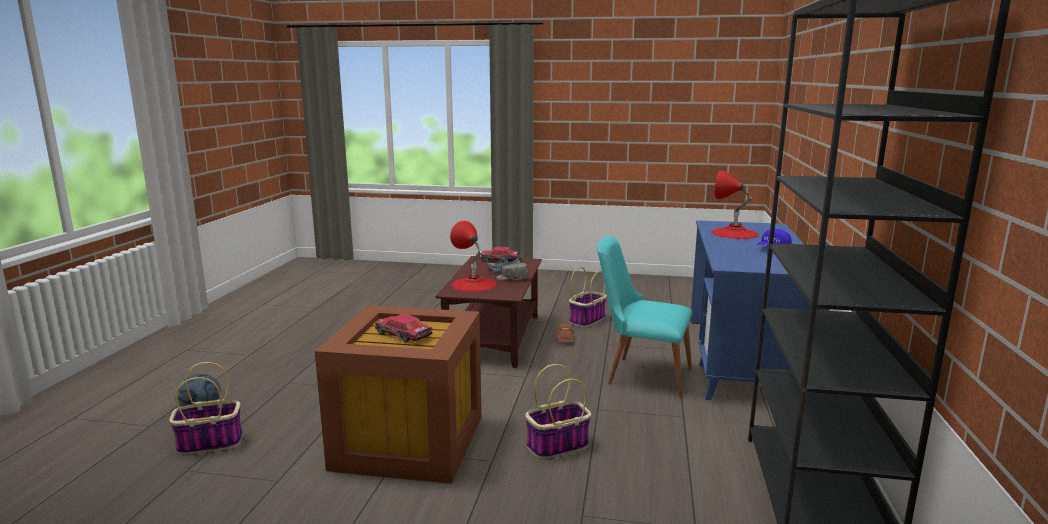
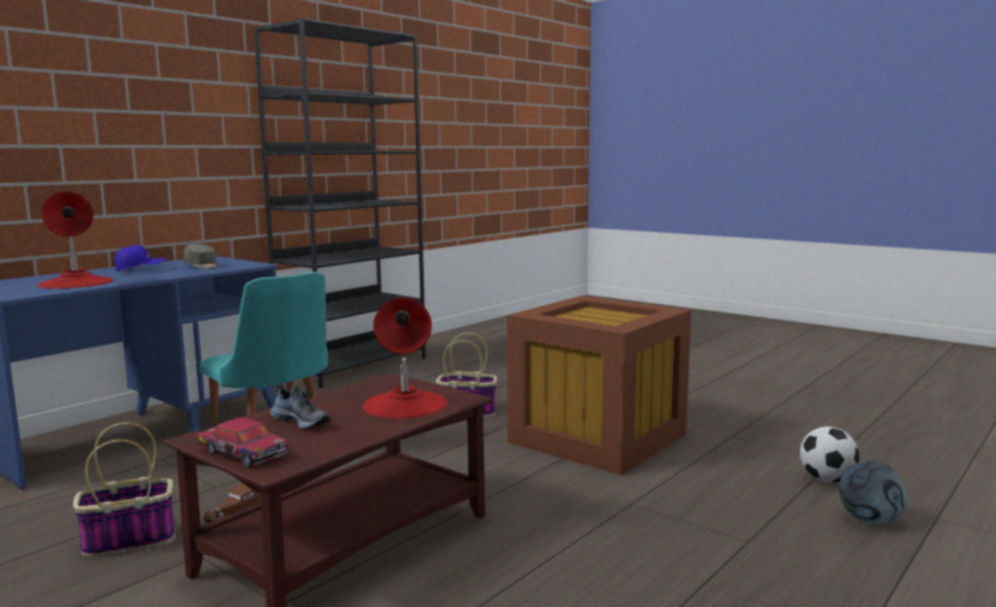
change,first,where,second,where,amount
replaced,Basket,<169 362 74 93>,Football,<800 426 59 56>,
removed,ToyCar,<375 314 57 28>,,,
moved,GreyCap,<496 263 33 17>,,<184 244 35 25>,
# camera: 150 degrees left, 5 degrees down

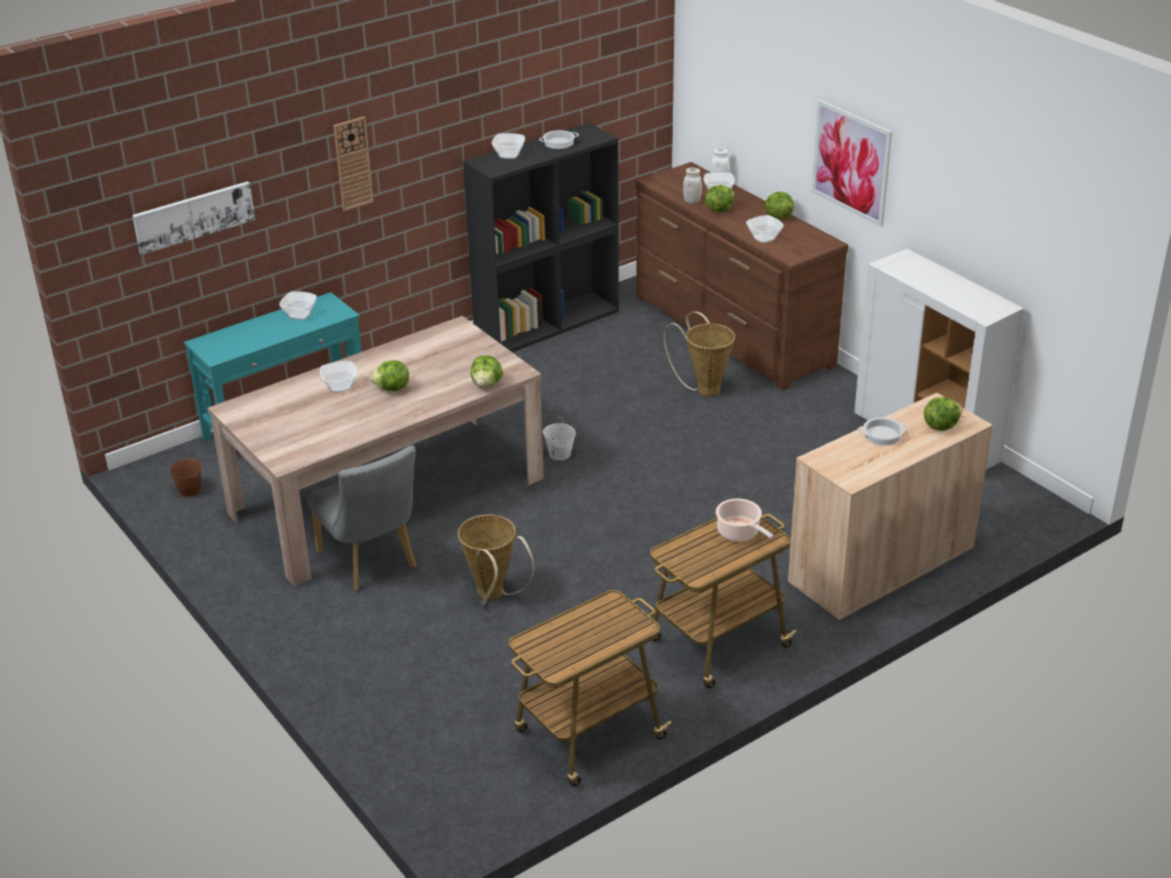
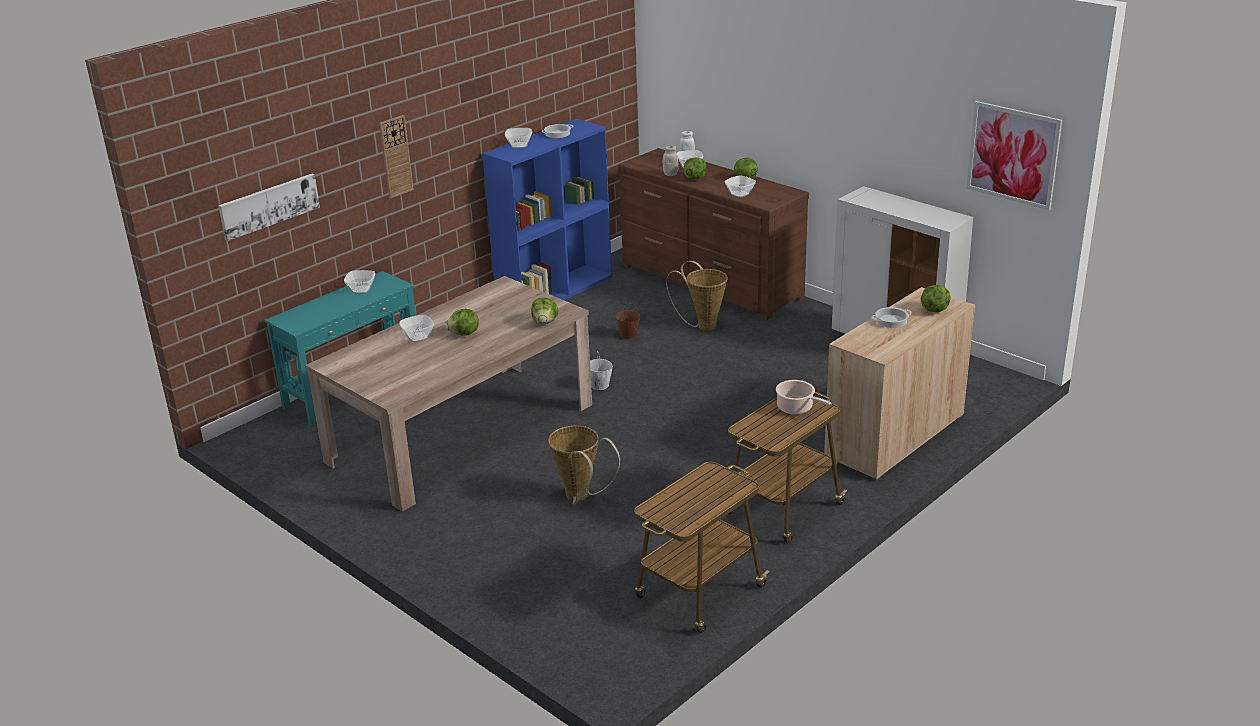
change,first,where,second,where,amount
moved,BrownBucket,<169 452 32 45>,,<615 304 25 35>,
removed,GreyChair,<307 446 110 145>,,,
recoloured,BlackBookcase,<463 123 156 229>,BlueBookcase,<482 119 130 181>,
moved,Picture,<811 100 81 127>,,<967 101 95 109>,
# camera: 10 degrees left, 5 degrees down

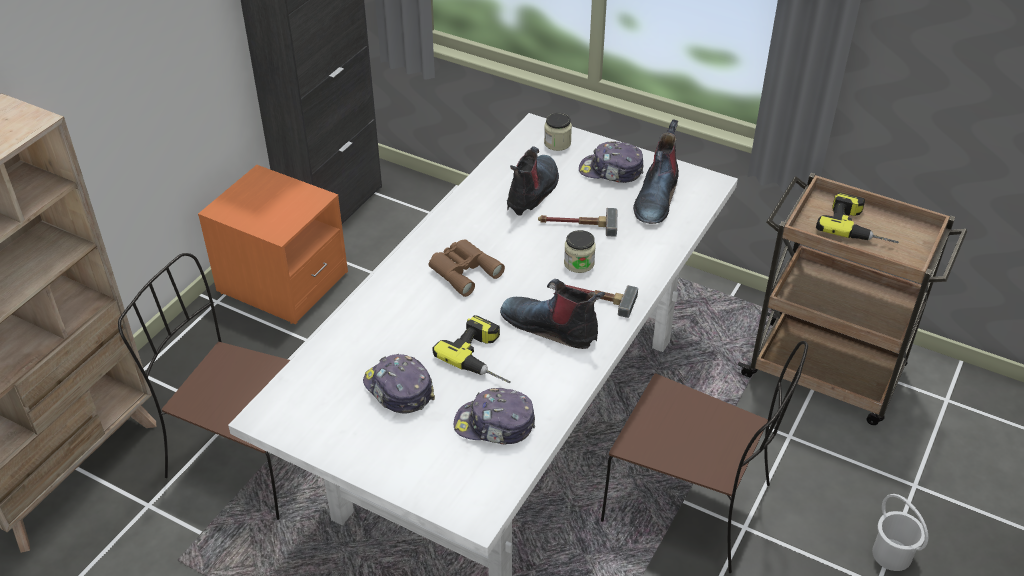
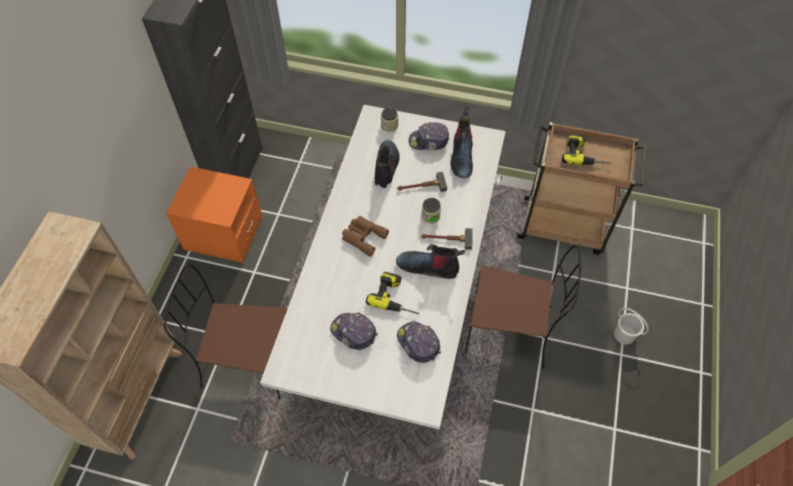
change,first,where,second,where,amount
turned,Cap,<454 388 81 57>,,<397 322 44 41>,60 degrees clockwise
# camera: 15 degrees left, 15 degrees up

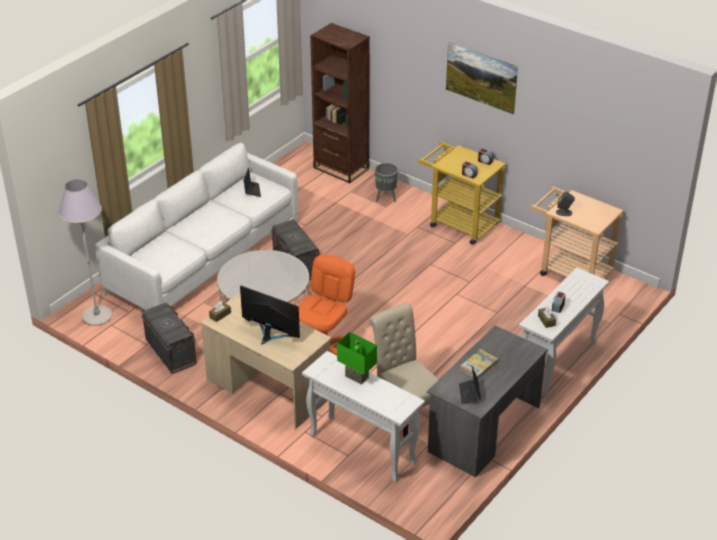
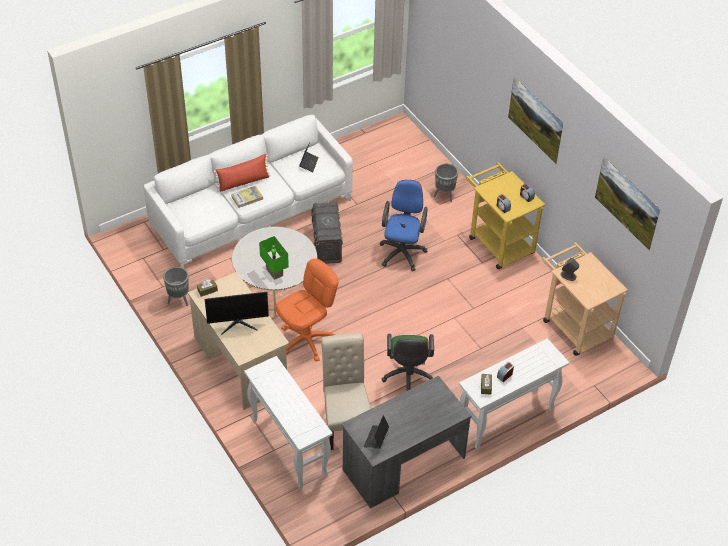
change,first,where,second,where,amount
removed,GreyFloorLamp,<58 179 55 147>,,,
replaced,GreyStorageBox,<141 303 56 71>,GreyPlanter,<163 267 26 39>,
turned,Monitor,<240 285 60 60>,,<205 292 64 43>,120 degrees clockwise
removed,BrownBookcase,<310 23 60 160>,,,
moved,GreenTableLamp,<337 332 40 52>,,<259 236 30 44>,
moved,Book,<460 349 38 30>,,<231 186 32 22>,
added,,,RedPillow,<214 154 57 38>,
added,,,BlueOfficeChair,<379 180 49 91>,
added,,,GreenOfficeChair,<381 334 53 57>,
added,,,Picture,<595 156 65 95>,
# camera: 20 degrees right, 10 degrees up

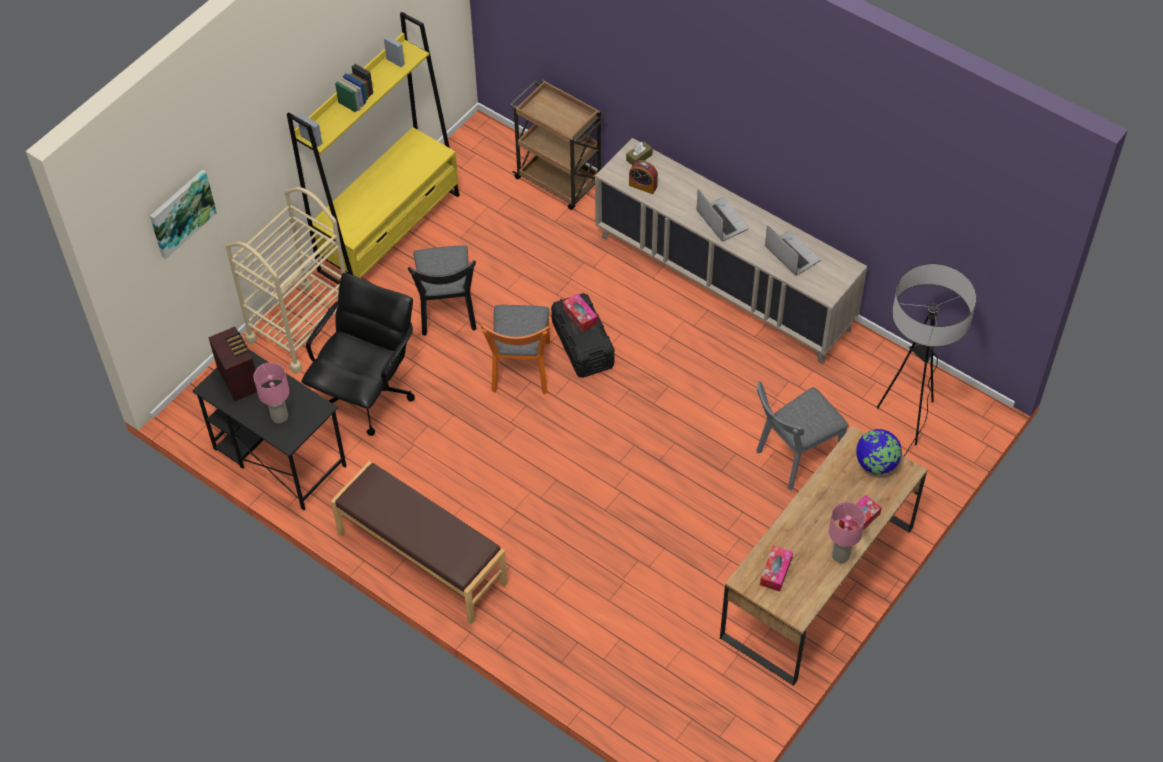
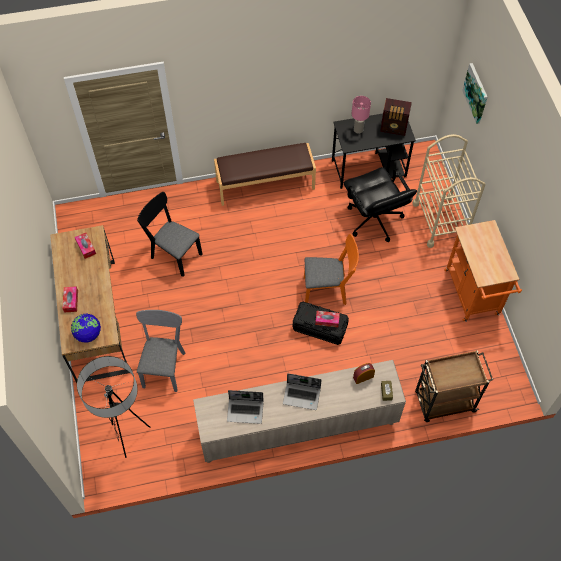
change,first,where,second,where,amount
replaced,YellowBookcase,<287 12 173 272>,OrangeCart,<444 220 78 102>,
moved,BlackChair,<408 245 69 91>,,<137 192 66 85>,
turned,OrangeChair,<480 305 70 89>,,<304 234 55 71>,135 degrees clockwise
removed,PinkTableLamp,<829 502 36 61>,,,
# camera: 130 degrees right, 5 degrees up

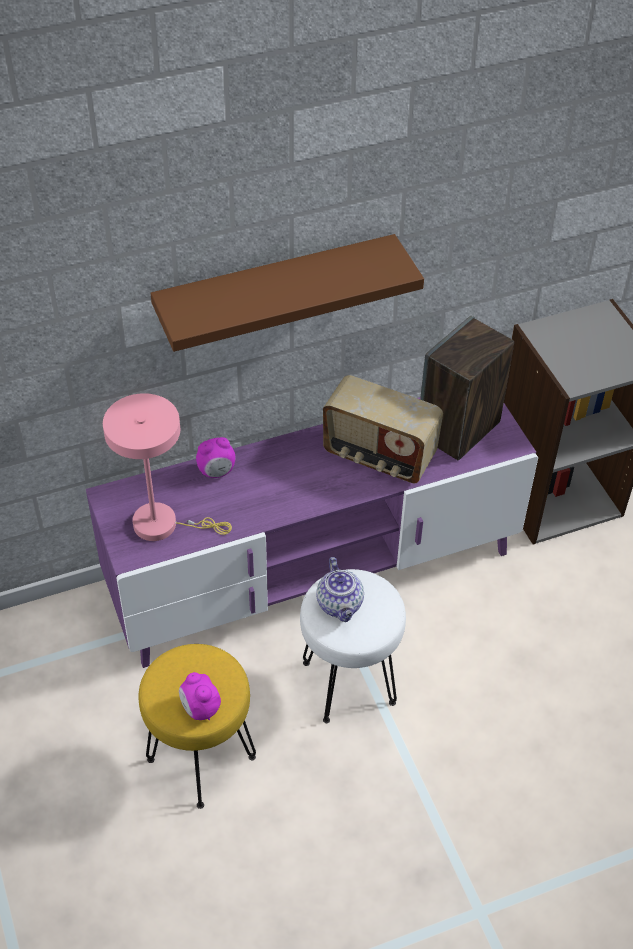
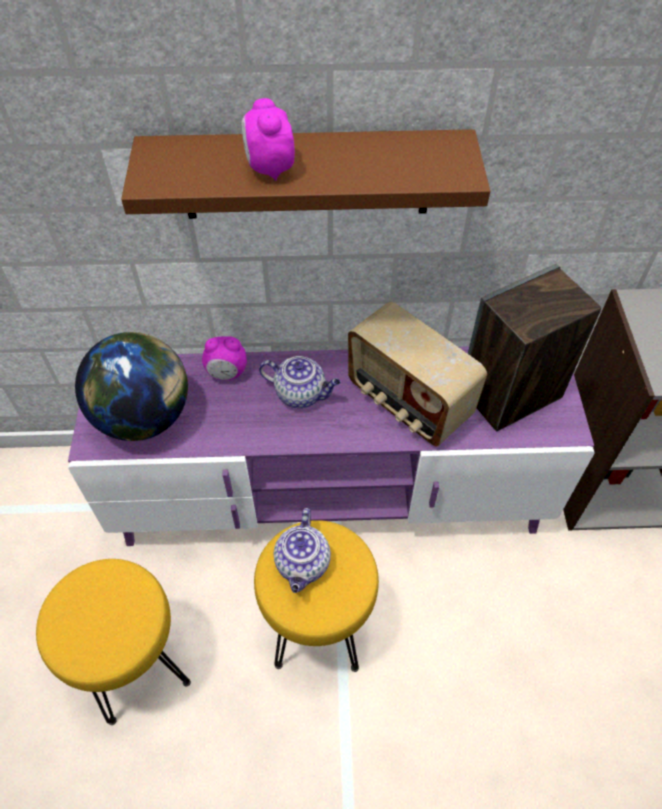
change,first,where,second,where,amount
replaced,PinkTableLamp,<103 393 129 148>,Globe,<75 332 113 109>,
moved,AlarmClock,<179 672 42 48>,,<242 98 53 83>,
recoloured,WhiteStool,<300 569 106 154>,YellowStool,<254 520 125 152>,
added,,,Teapot,<259 356 82 52>,
# camera: 20 degrees right, 5 degrees up

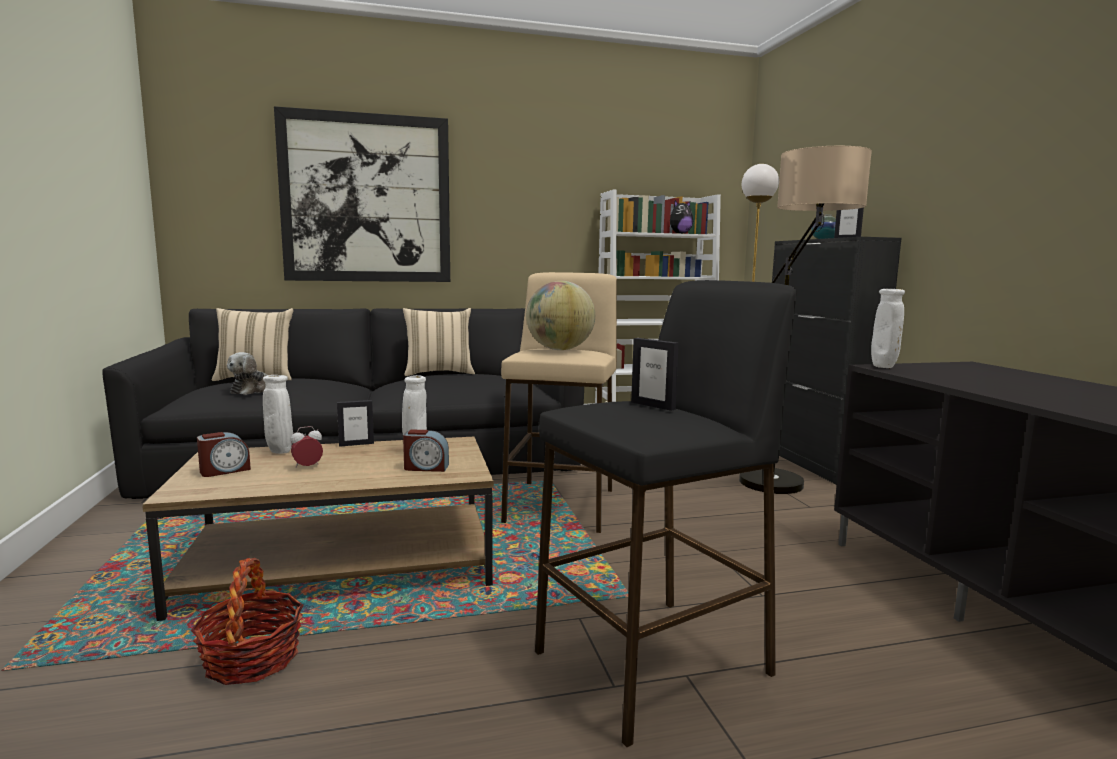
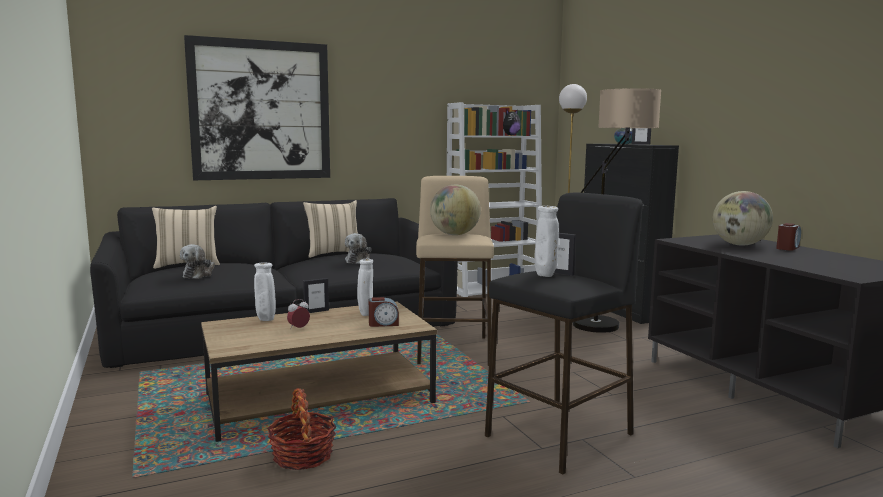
change,first,where,second,where,amount
moved,AlarmClock,<197 432 54 45>,,<776 223 25 28>,
moved,WhiteVase,<871 289 34 79>,,<534 206 25 71>,
added,,,PlushToy,<345 233 26 31>,
added,,,Globe,<713 191 60 55>,
# camera: 10 degrees left, 0 degrees up

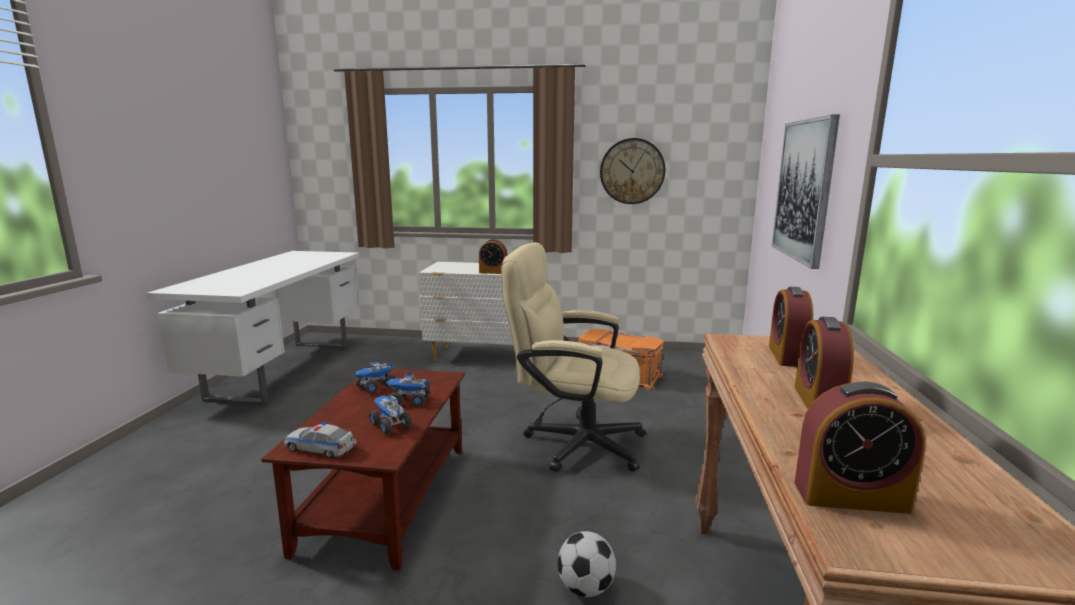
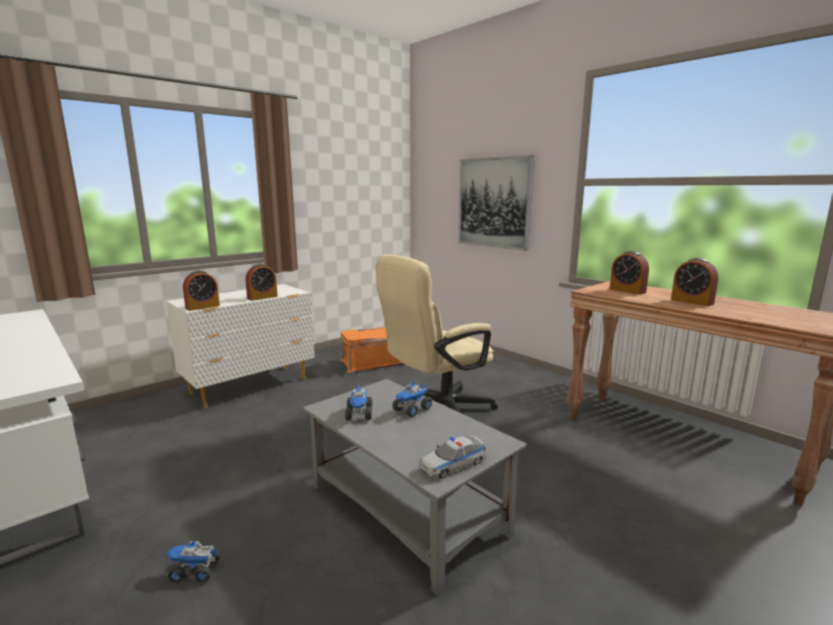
change,first,where,second,where,amount
recoloured,BrownCoffeeTable,<261 369 204 202>,GreyCoffeeTable,<303 379 224 217>,
moved,ToyTruck,<369 394 43 41>,,<166 540 55 43>,
removed,Football,<558 531 58 66>,,,
removed,WallClock,<600 138 65 66>,,,
moved,AlarmClock,<794 382 131 132>,,<183 270 37 41>,
# camera: 50 degrees left, 0 degrees up

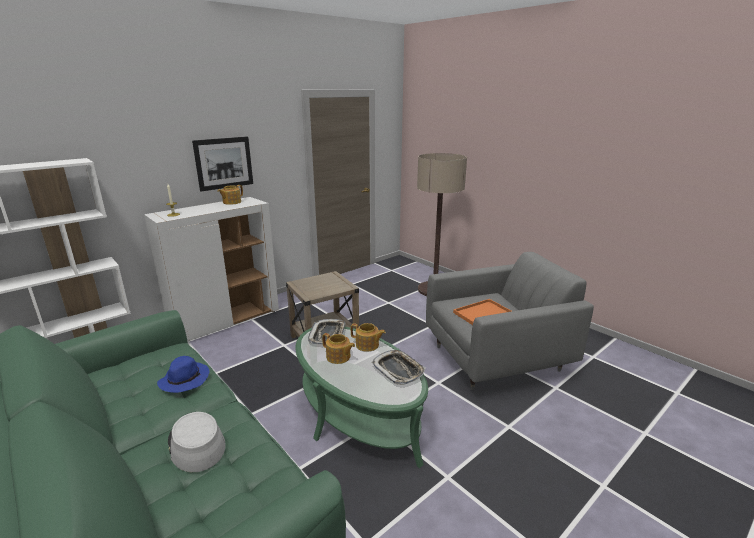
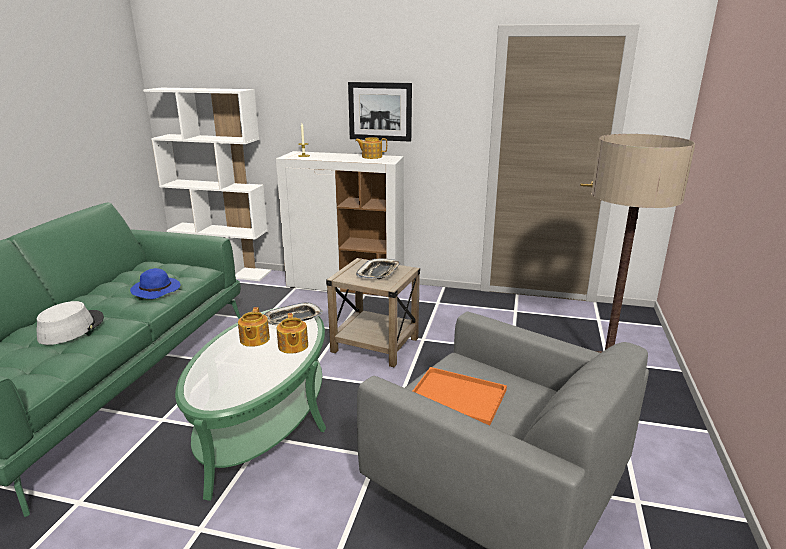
change,first,where,second,where,amount
moved,Tray,<372 350 54 35>,,<356 258 45 21>,
# camera: 55 degrees right, 0 degrees up

